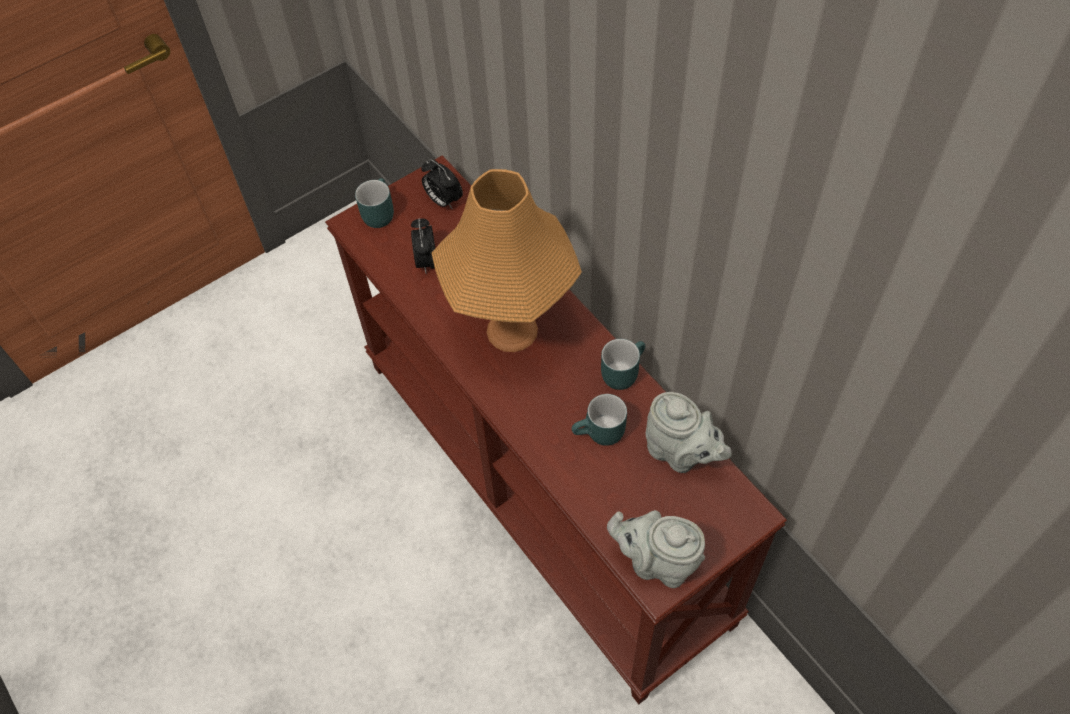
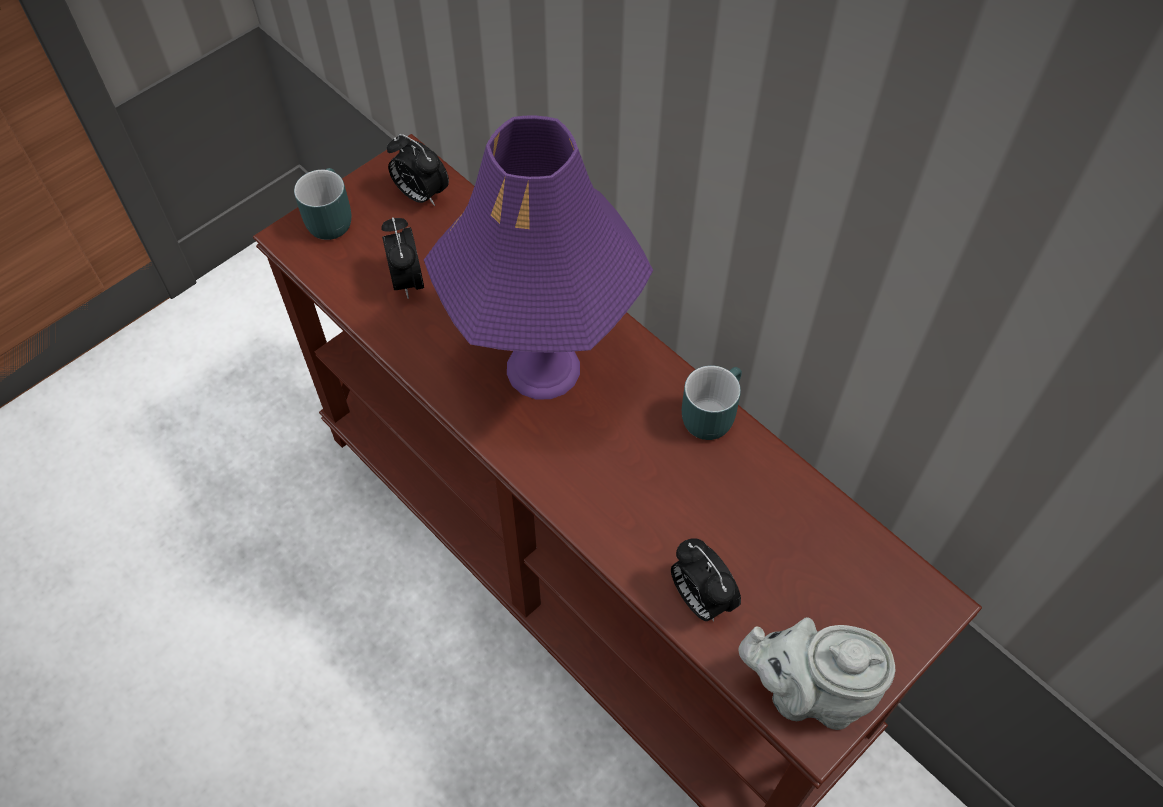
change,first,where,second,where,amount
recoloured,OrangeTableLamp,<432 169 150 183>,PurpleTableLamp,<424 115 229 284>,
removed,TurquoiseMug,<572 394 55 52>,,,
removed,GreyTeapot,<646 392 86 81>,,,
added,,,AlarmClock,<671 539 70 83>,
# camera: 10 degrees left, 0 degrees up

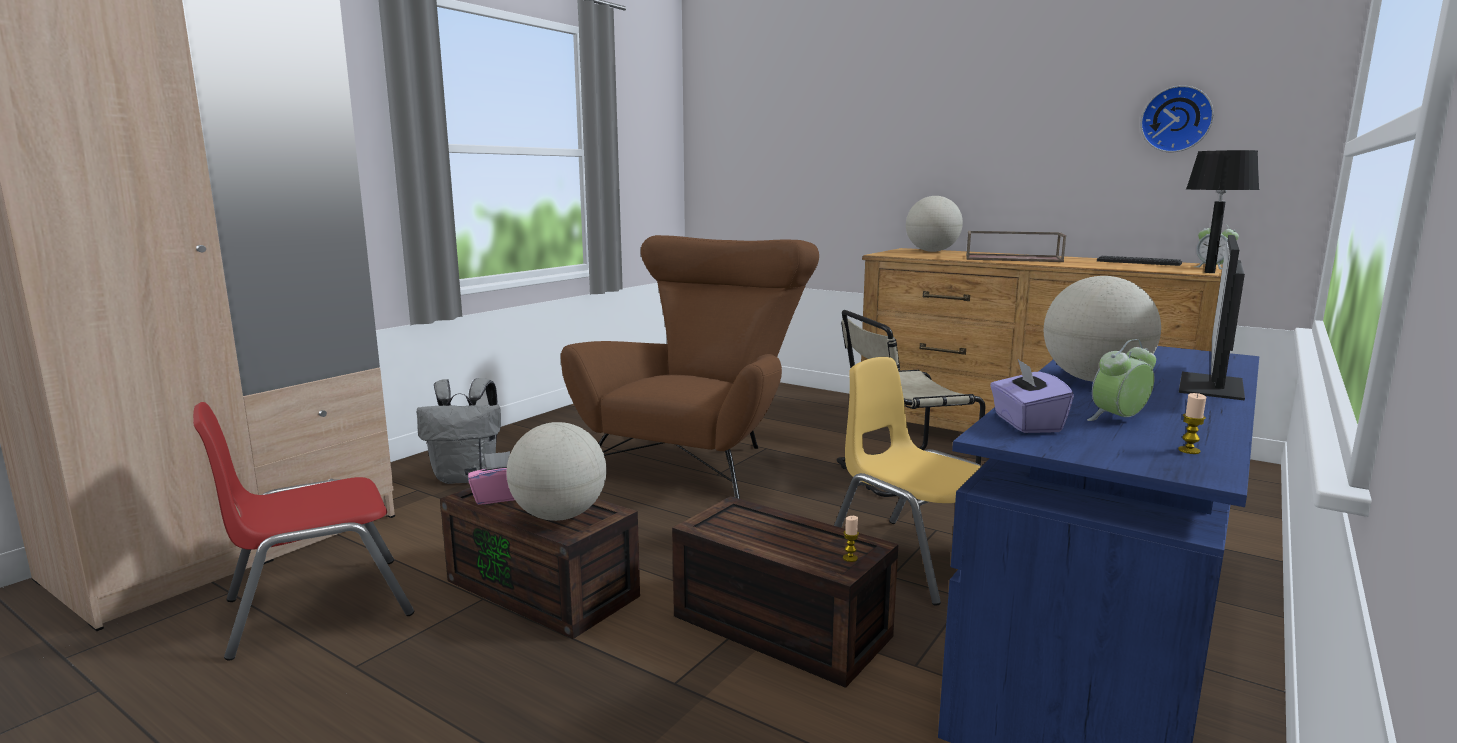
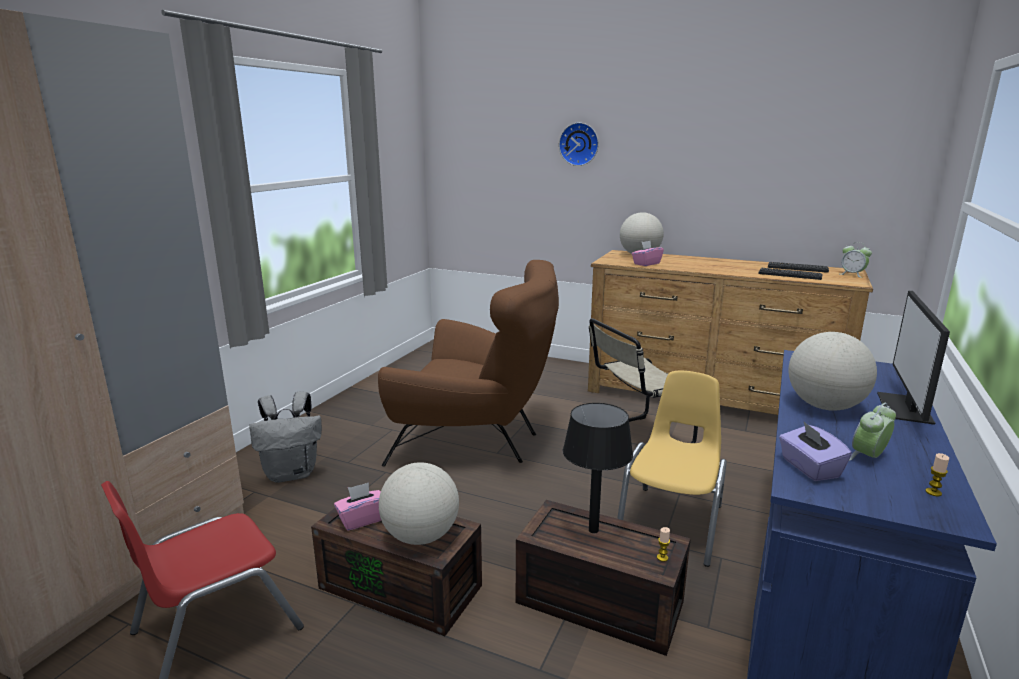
change,first,where,second,where,amount
turned,BrownArmchair,<561 235 258 264>,,<378 260 181 206>,90 degrees clockwise
turned,YellowChair,<834 357 147 248>,,<617 371 110 196>,75 degrees clockwise
removed,BrownTray,<966 231 100 31>,,,
moved,WallClock,<1140 85 74 67>,,<559 122 40 44>,
moved,BlackTableLamp,<1186 150 74 123>,,<563 403 70 130>,
added,,,PinkTissueBox,<632 241 32 25>,
added,,,Keyboard,<758 268 65 12>,
# camera: 10 degrees left, 5 degrees up

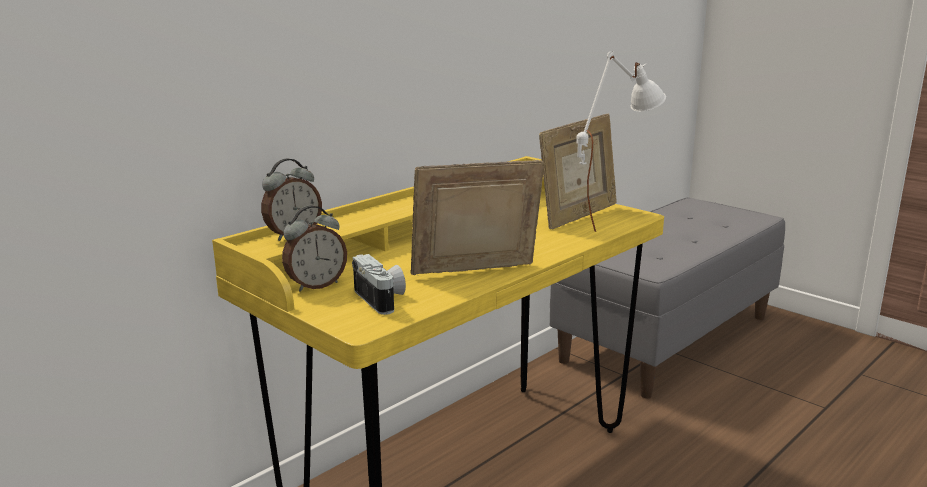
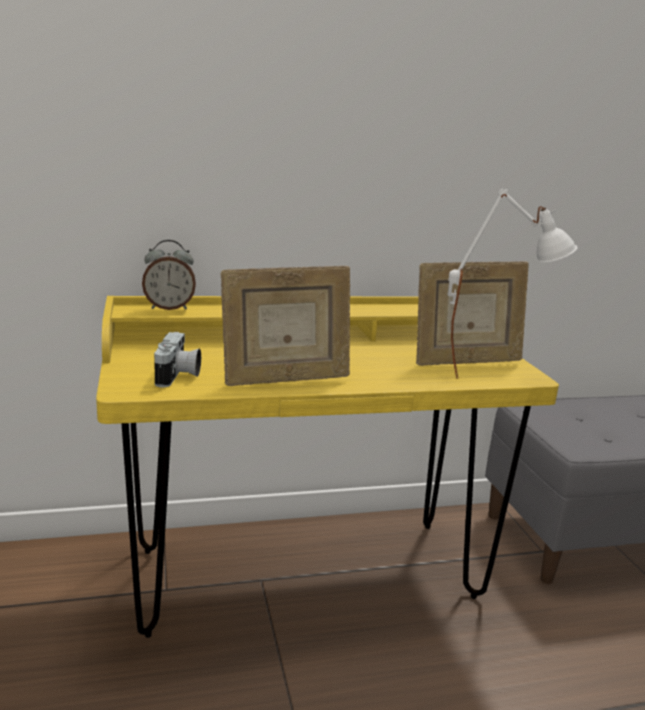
change,first,where,second,where,amount
removed,AlarmClock,<282 205 65 87>,,,
turned,PictureFrame,<410 160 135 115>,,<221 266 129 120>,150 degrees clockwise
# camera: 30 degrees right, 0 degrees up

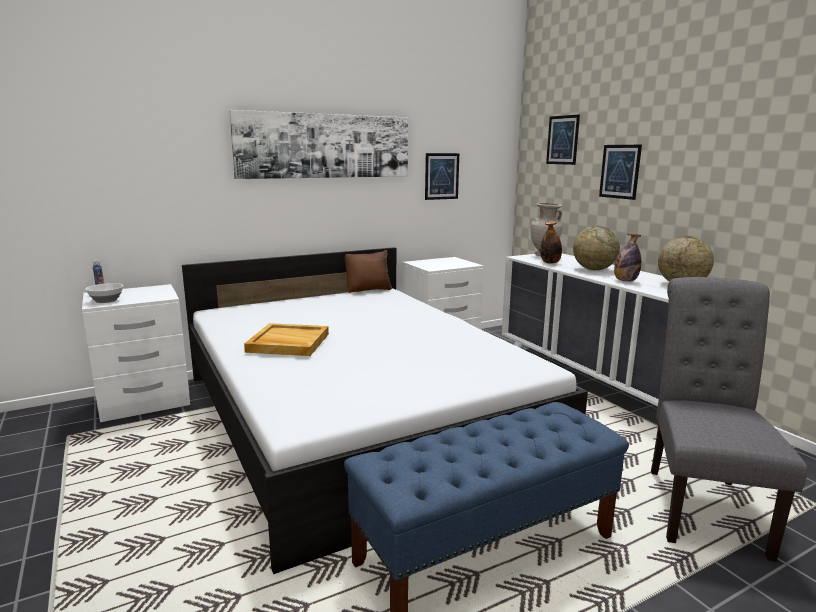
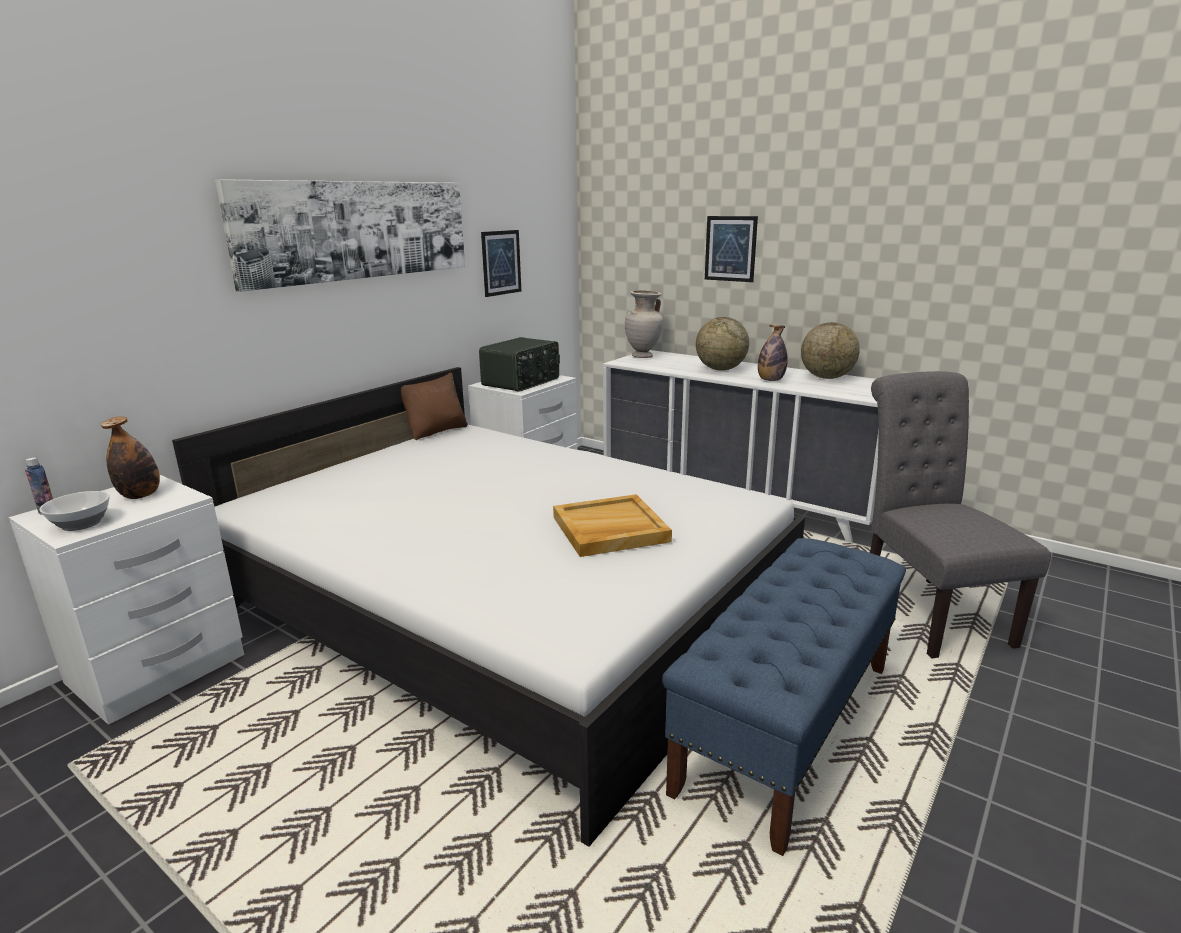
change,first,where,second,where,amount
moved,BeigeTray,<244 323 85 33>,,<553 494 119 63>,
moved,Bottle,<540 221 22 43>,,<101 416 59 83>,
removed,Picture,<546 114 34 51>,,,
added,,,Radio,<479 337 81 55>,
# camera: 25 degrees left, 5 degrees up

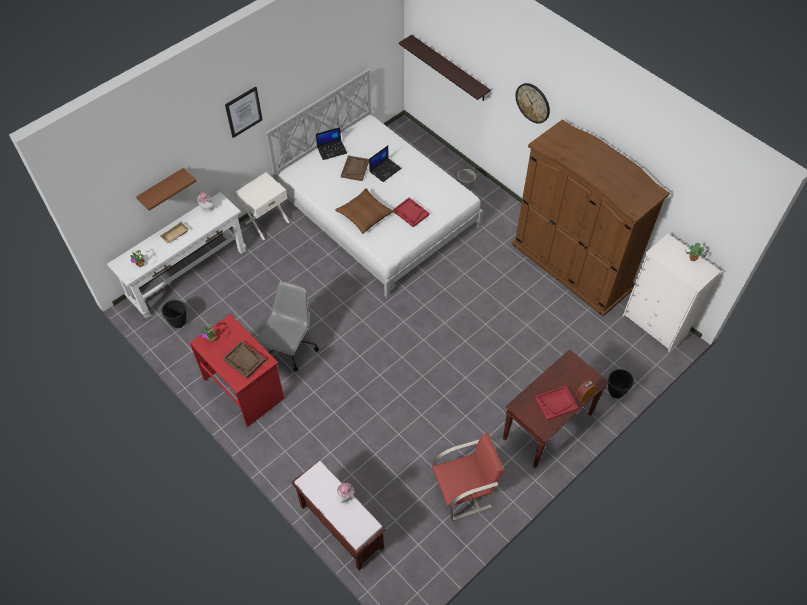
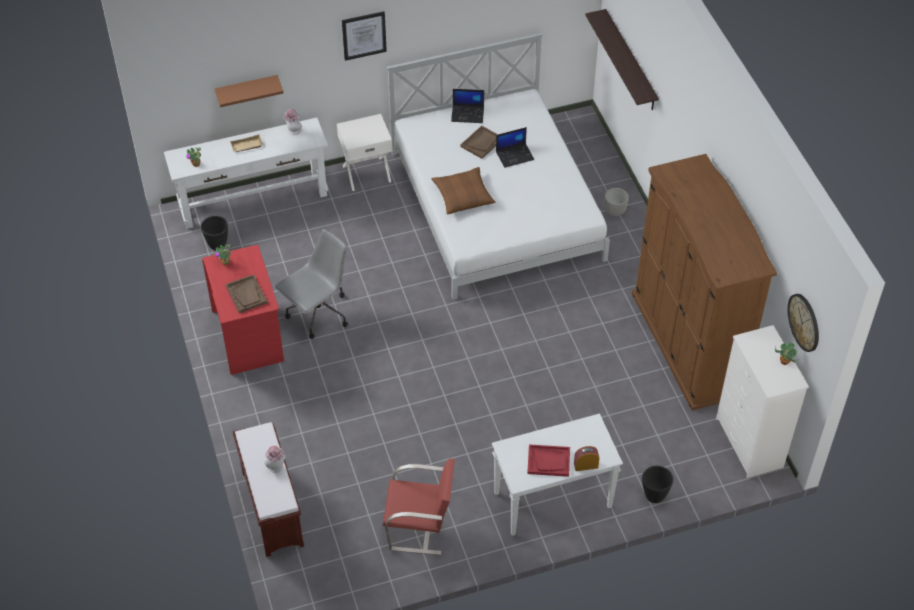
change,first,where,second,where,amount
removed,RedTray,<393 198 37 29>,,,
recoloured,BrownConsoleTable,<503 349 106 119>,WhiteConsoleTable,<492 413 131 123>,
moved,WallClock,<516 83 34 41>,,<787 294 32 58>,
# camera: 25 degrees right, 5 degrees down

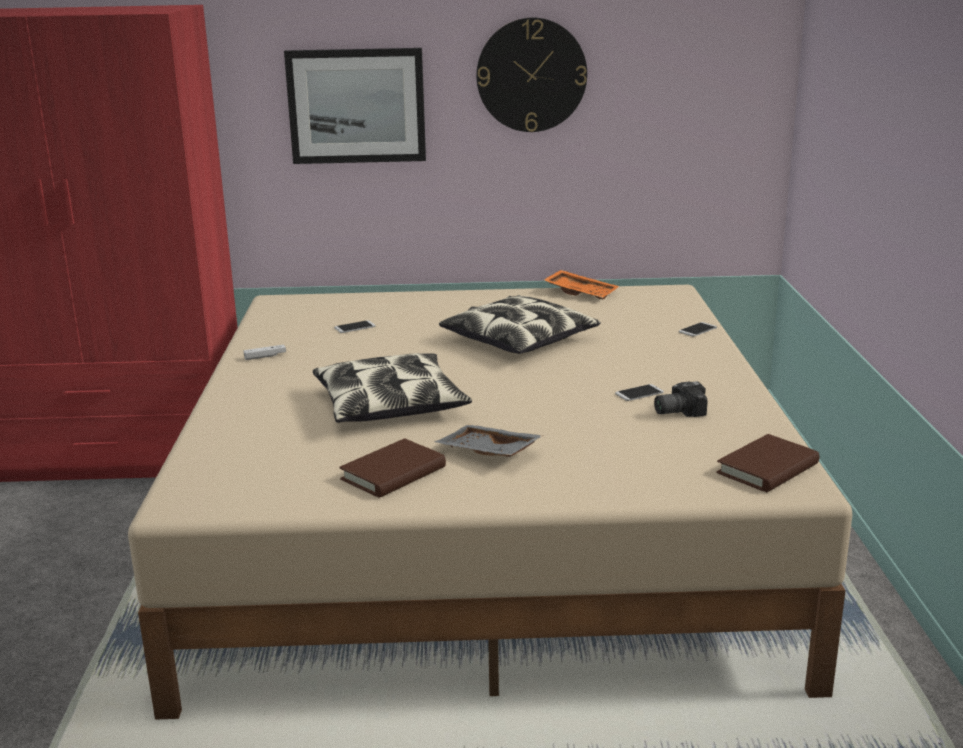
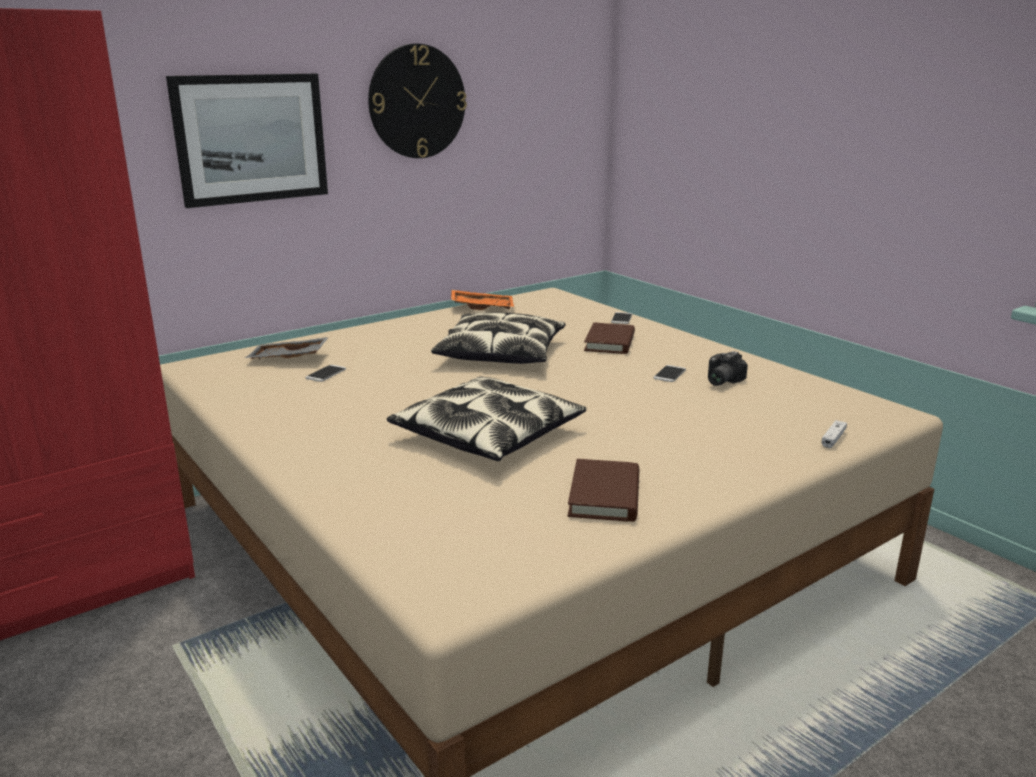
change,first,where,second,where,amount
moved,WhiteGameController,<244 344 42 16>,,<822 420 25 28>,
moved,GreyTray,<434 425 109 32>,,<245 337 84 22>,
moved,BrownBook,<716 434 103 58>,,<584 323 51 31>,
# camera: 35 degrees left, 0 degrees up

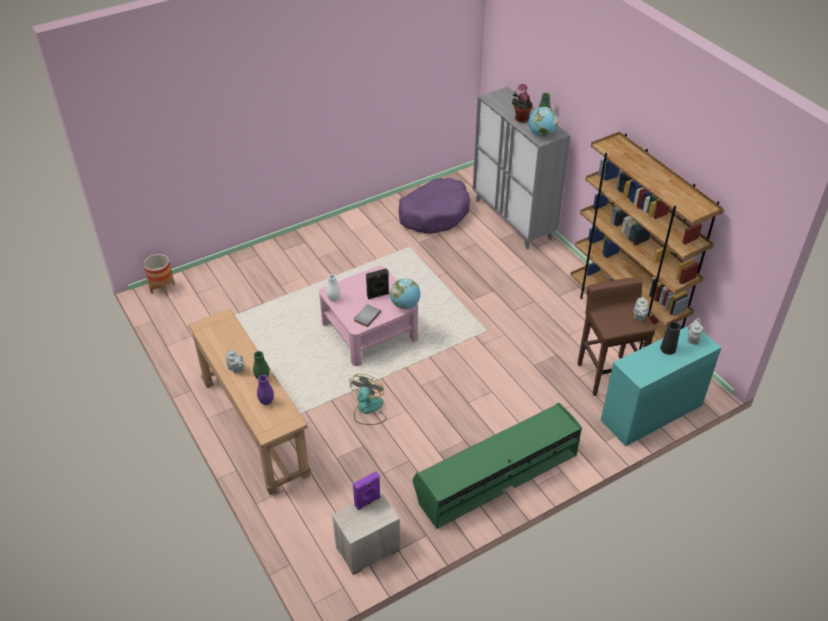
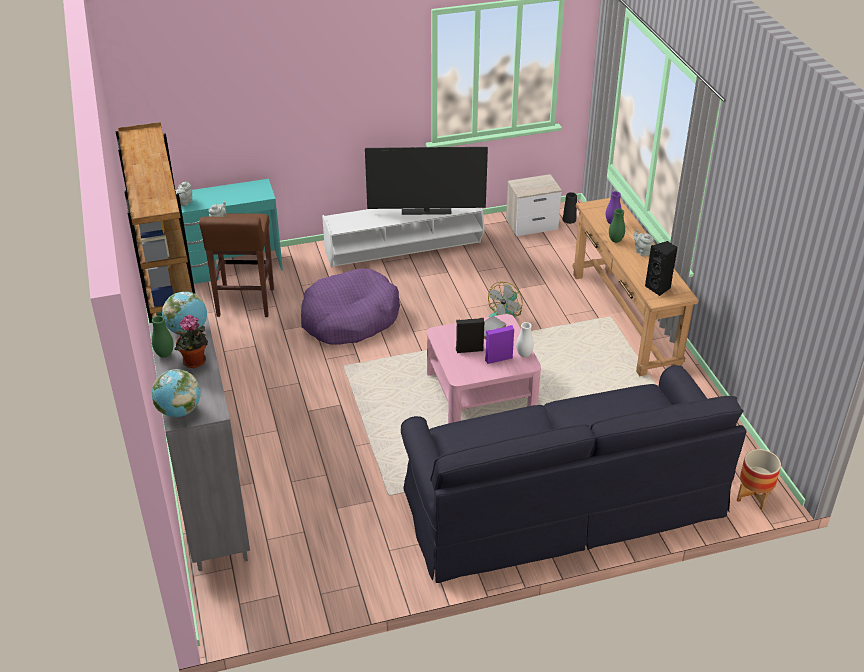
change,first,where,second,where,amount
moved,PurpleSpeaker,<353 471 28 39>,,<485 325 29 39>,
moved,Globe,<390 278 30 31>,,<152 369 49 48>,
moved,PurpleDogBed,<399 178 71 56>,,<301 269 99 76>,
recoloured,GreenTvStand,<412 403 170 126>,WhiteTvStand,<322 208 163 60>,
moved,BlackVase,<660 322 21 33>,,<563 192 14 32>,
added,,,Television,<365 147 123 68>,
added,,,BlackSofa,<401 365 346 218>,
added,,,BlackSpeaker,<645 241 32 55>,
# camera: 165 degrees left, 5 degrees down

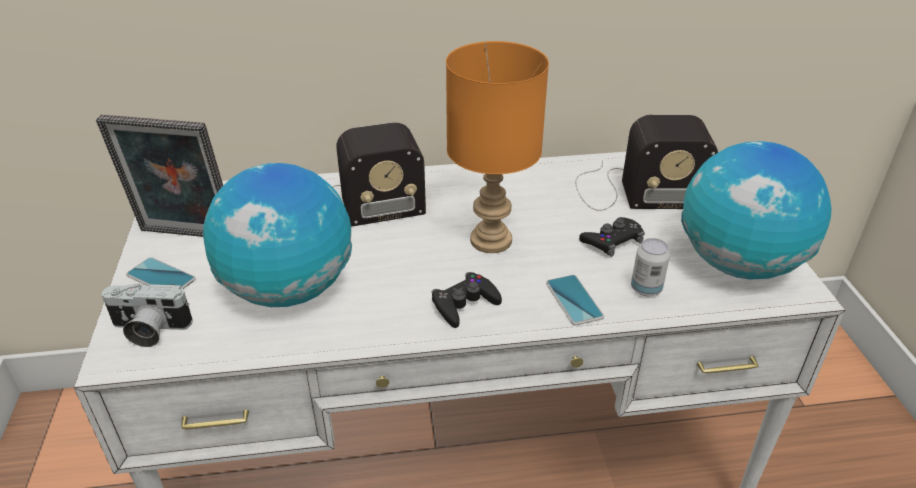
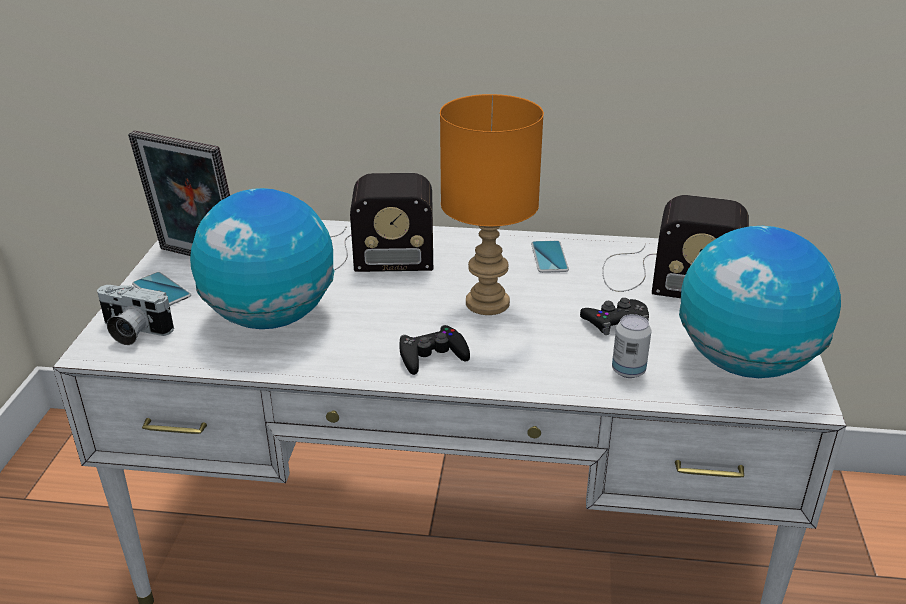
change,first,where,second,where,amount
moved,Phone,<546 275 58 50>,,<531 241 38 32>,
# camera: 15 degrees right, 5 degrees down

